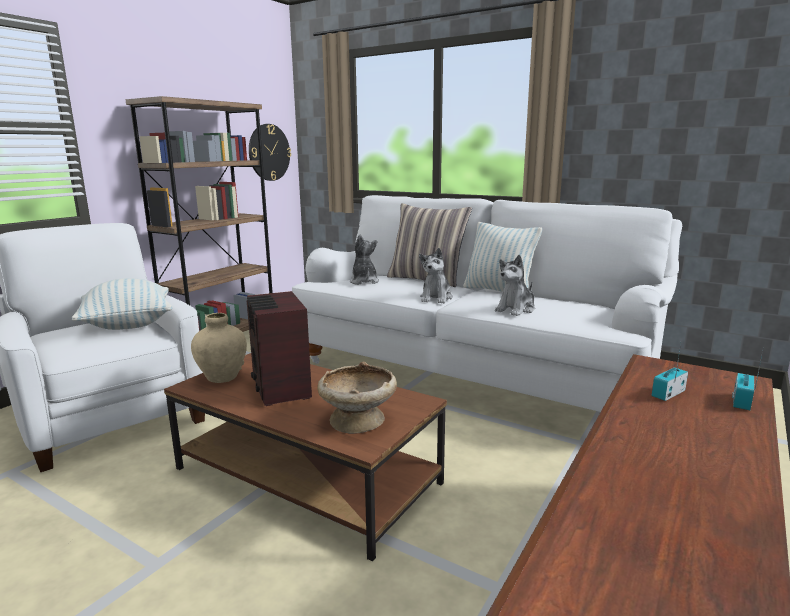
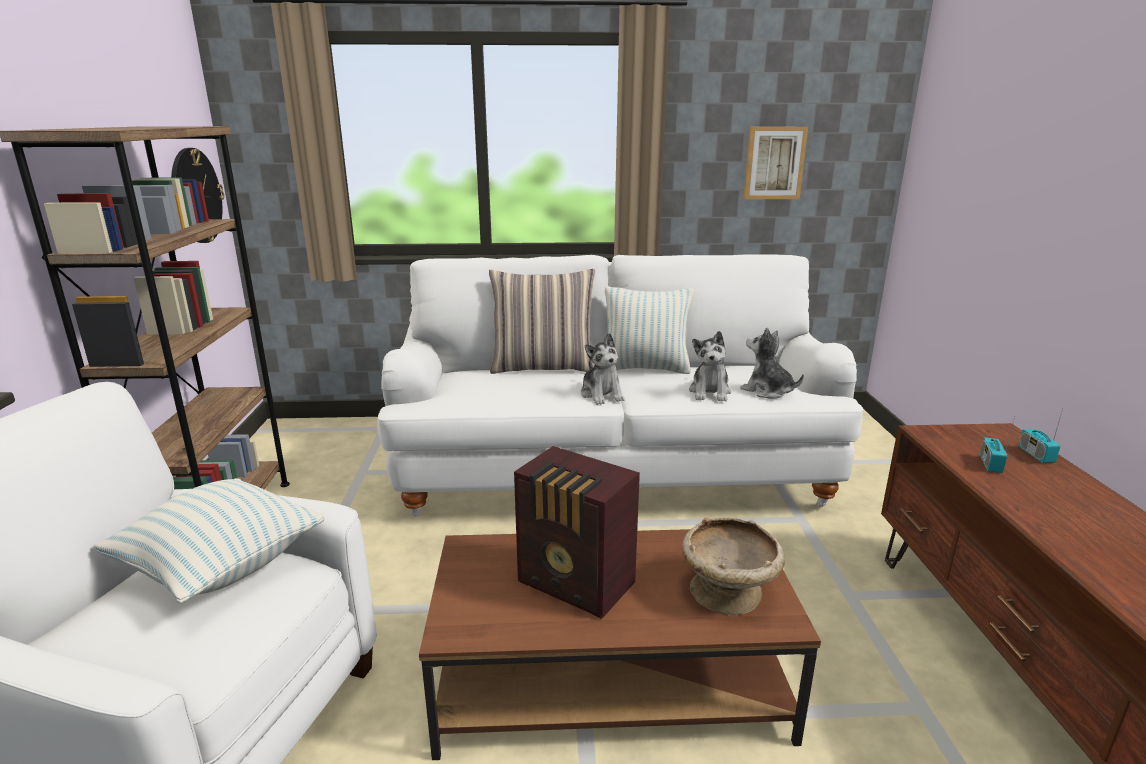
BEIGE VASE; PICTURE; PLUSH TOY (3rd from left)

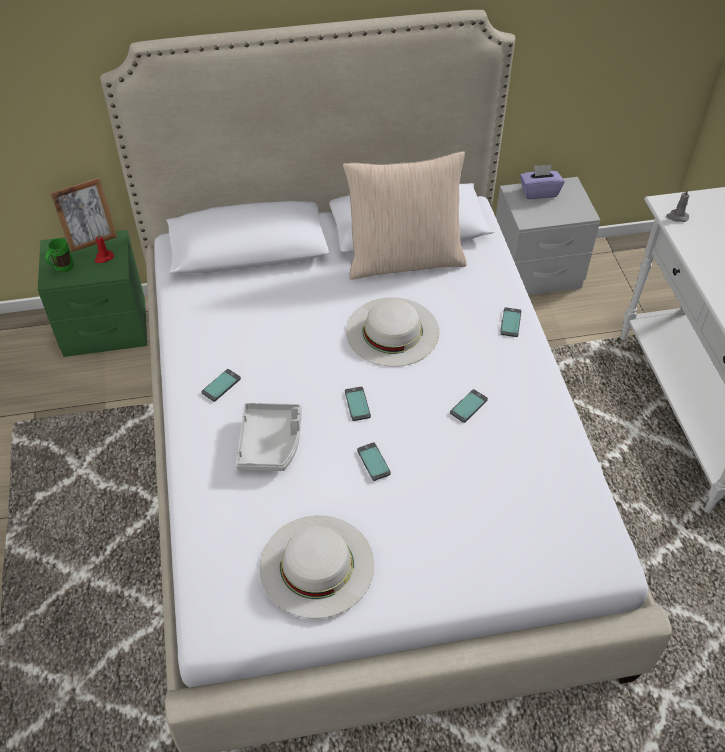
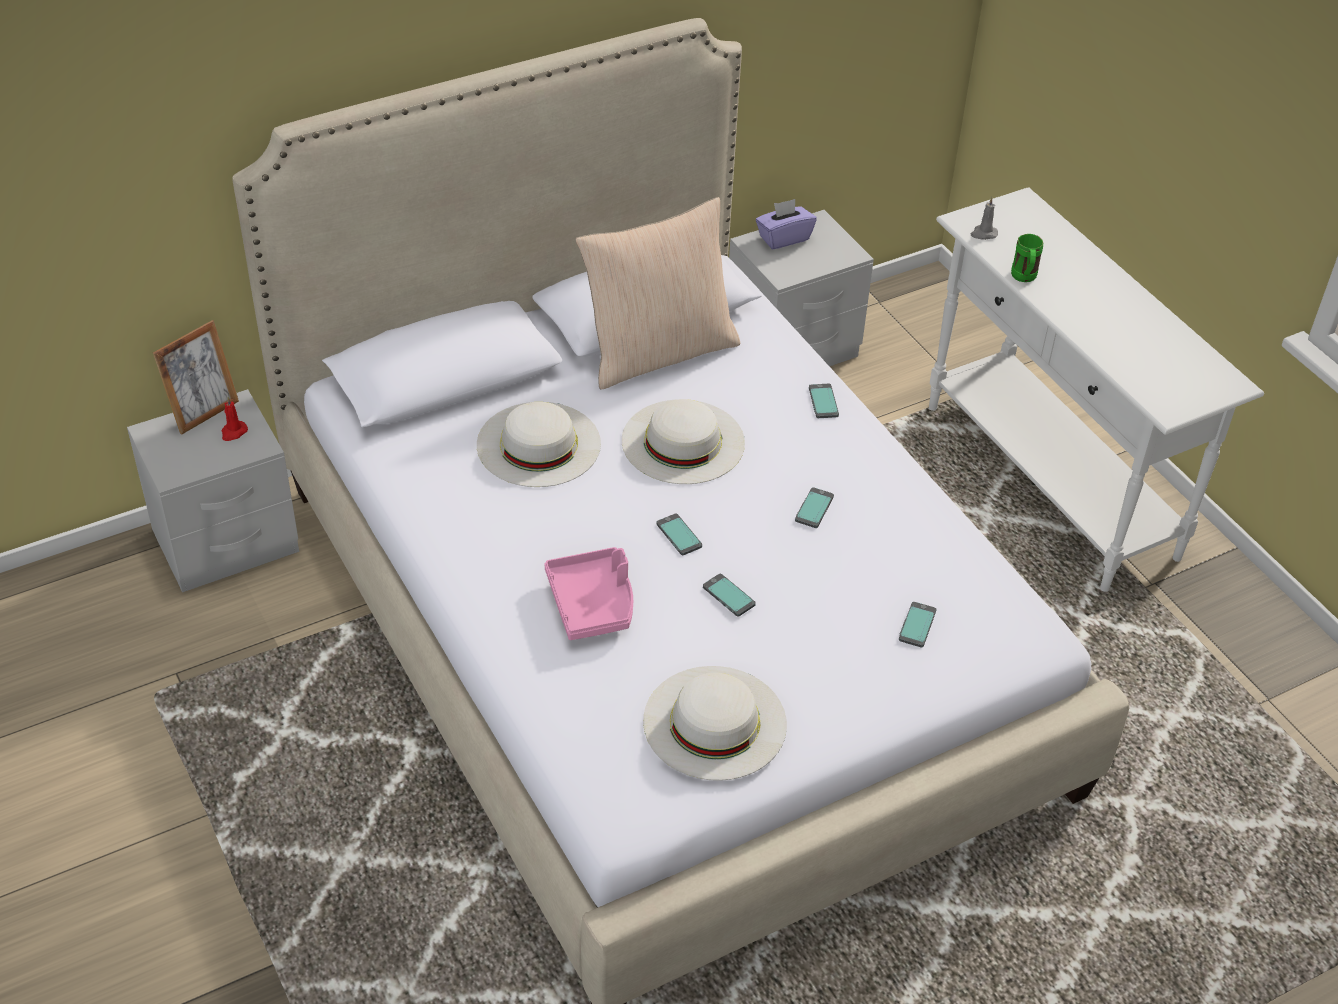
WHITE HAT (1st from left); GREEN MUG; PHONE (5th from left); GREY NIGHTSTAND (1st from left); PINK TRAY

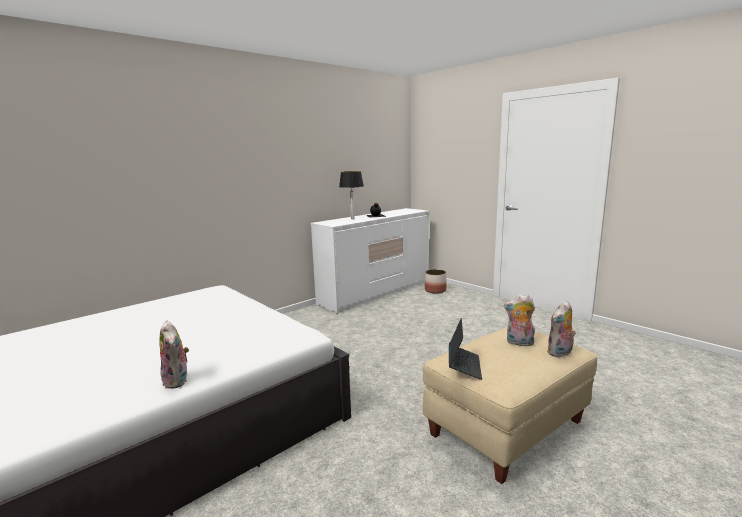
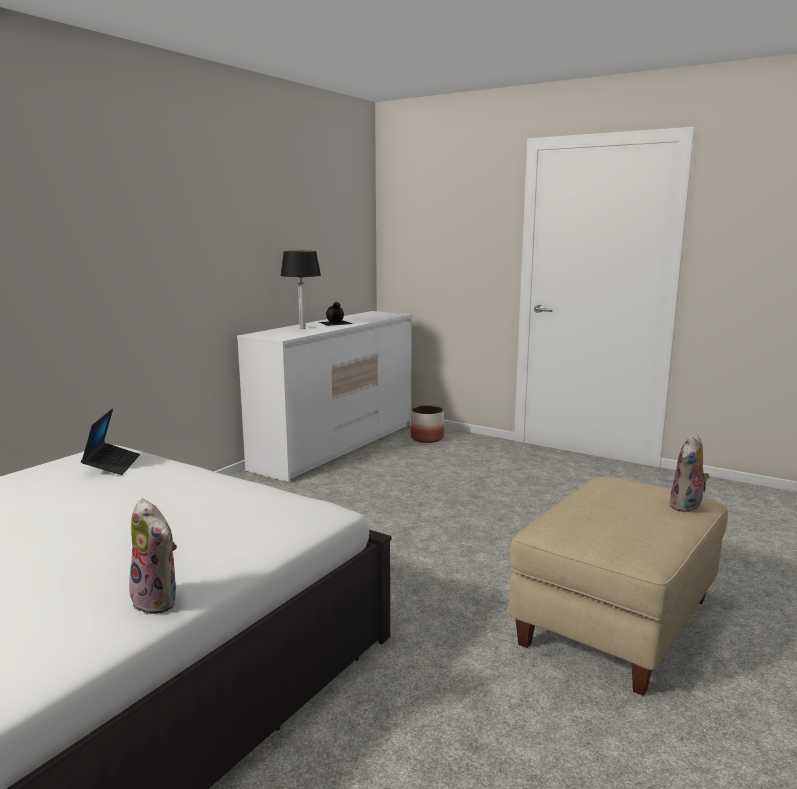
PLUSH TOY (2nd from left in the first image); LAPTOP

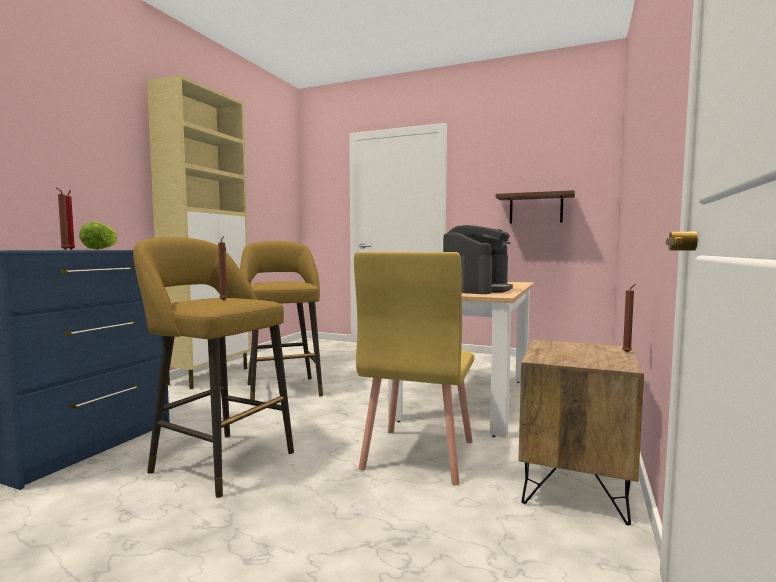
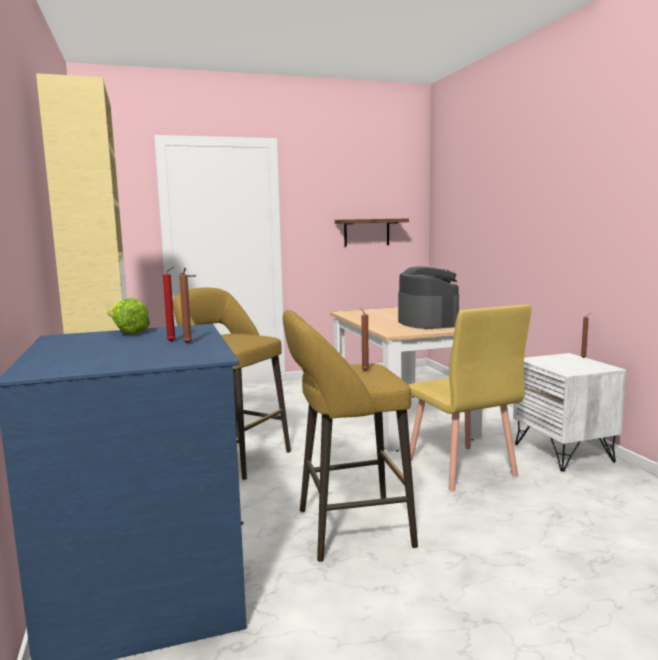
WHITE NIGHTSTAND

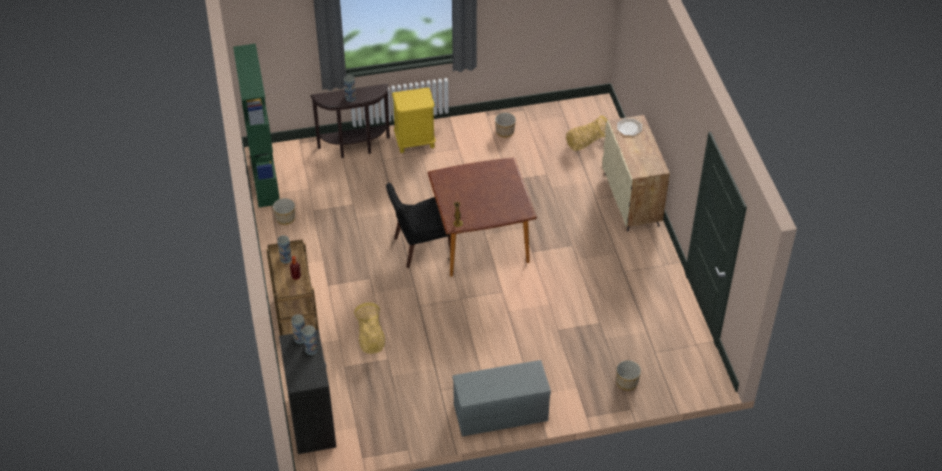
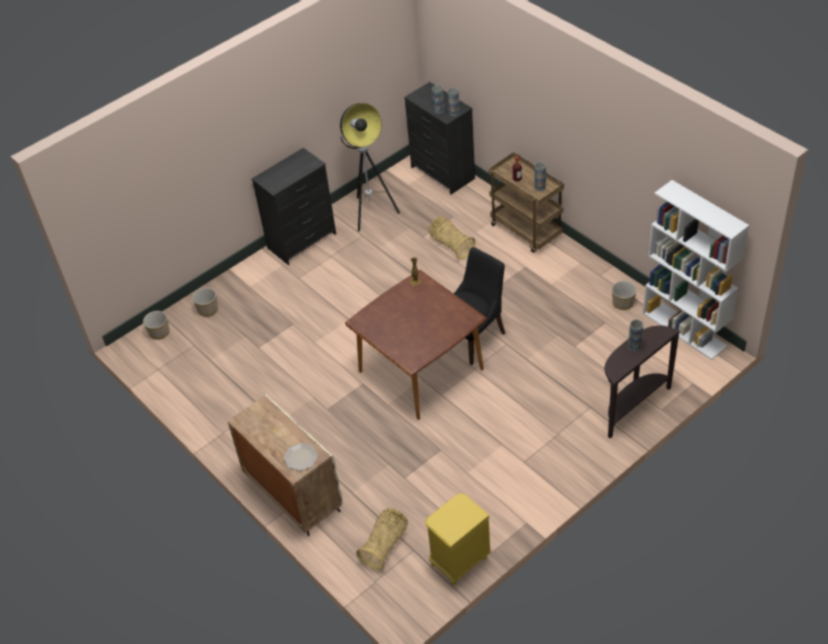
FLOOR LAMP; YELLOW NIGHTSTAND; PLANTER (1st from left); BLACK DRESSER (1st from left); WHITE BOOKCASE

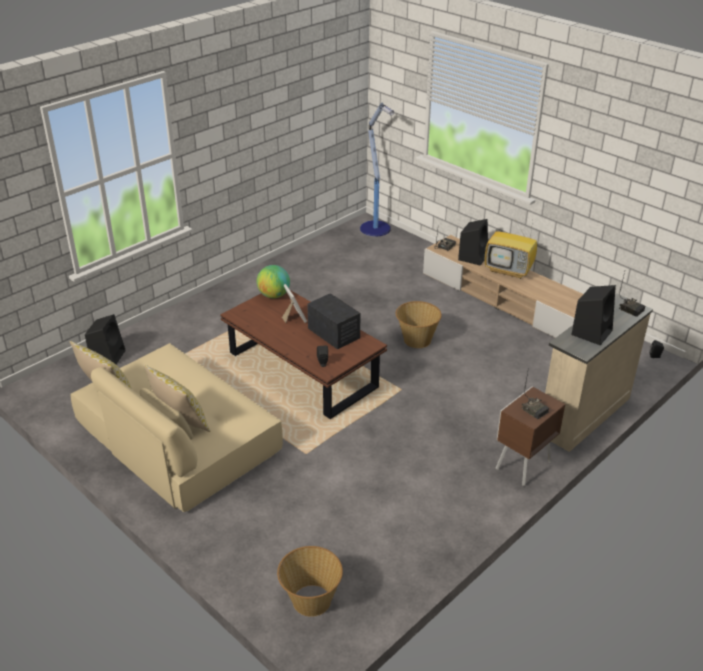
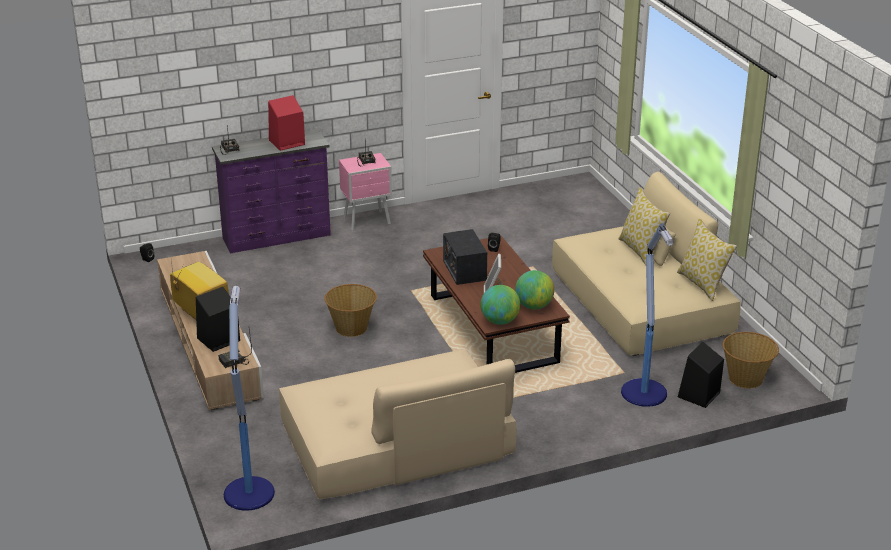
BEIGE SOFA (1st from left); GLOBE (2nd from left); FLOOR LAMP (2nd from left); BASKET (2nd from left); PINK NIGHTSTAND; PURPLE DRESSER; RED SPEAKER

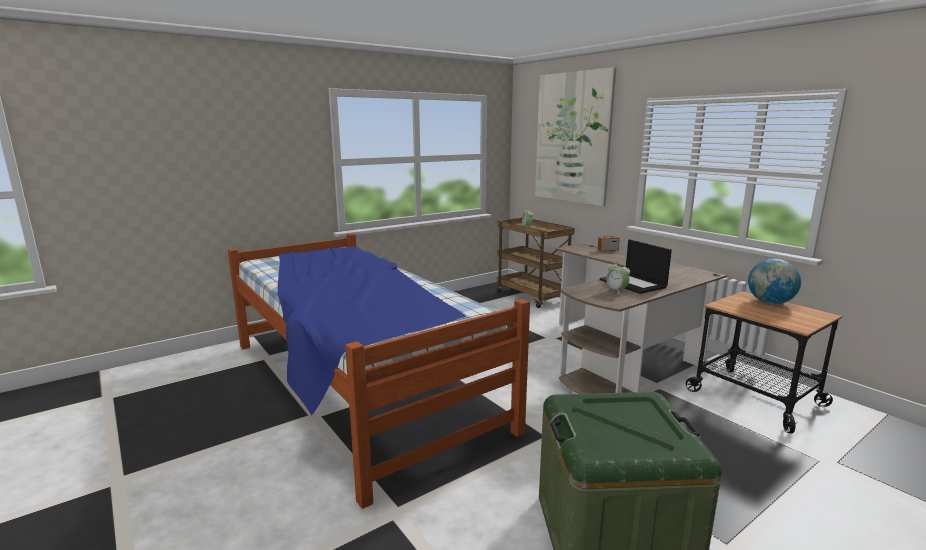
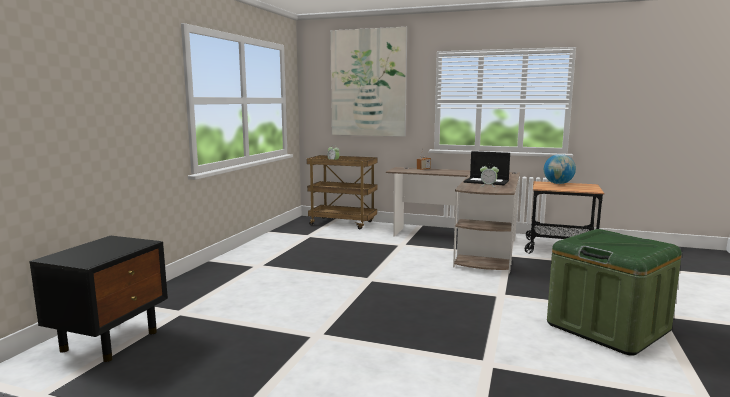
BED; BLACK NIGHTSTAND

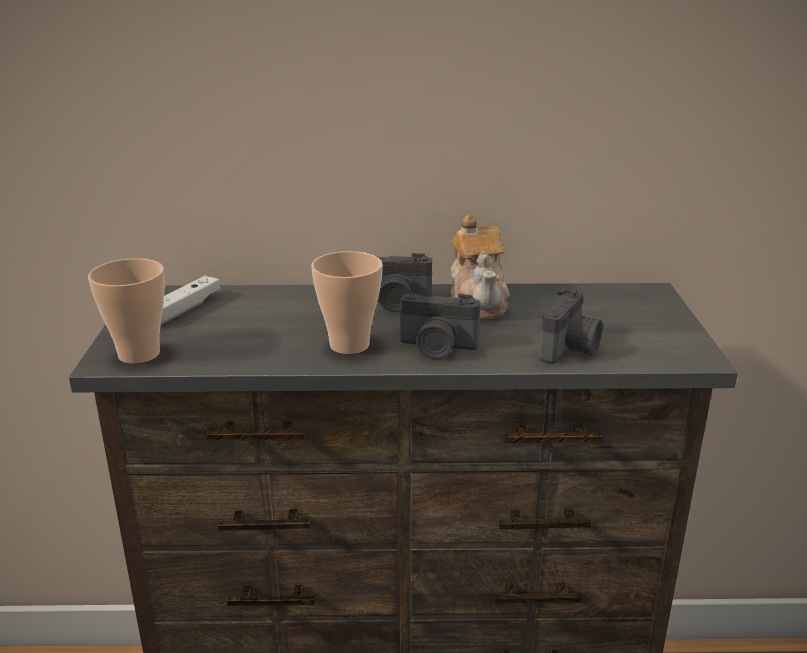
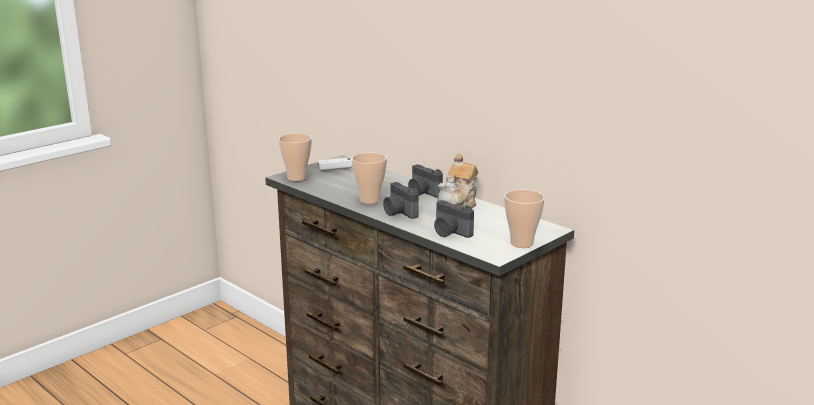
CUP (3rd from left); PHOTO CAMERA (3rd from left)

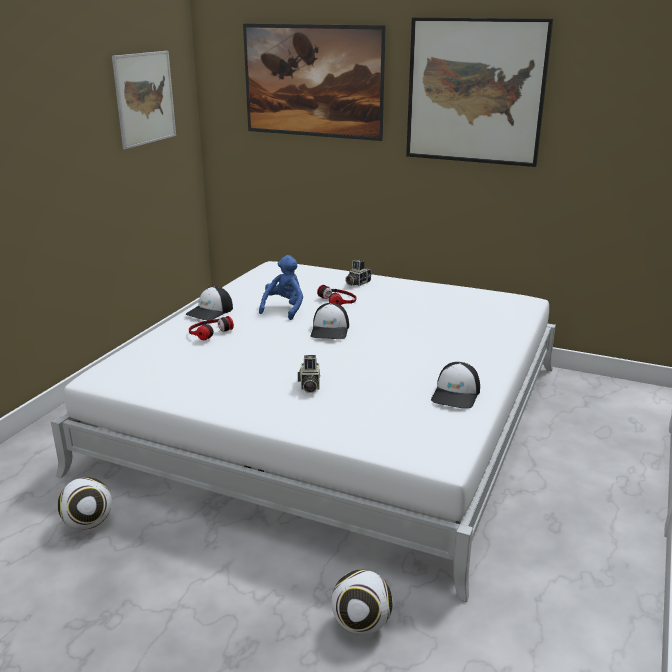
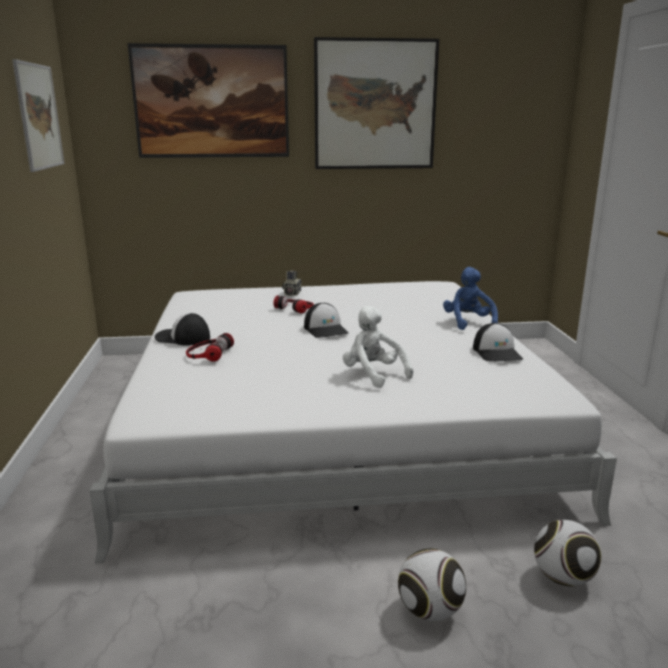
FOOTBALL (1st from left); BLUE PLUSH TOY; WHITE PLUSH TOY; CAP (1st from left)

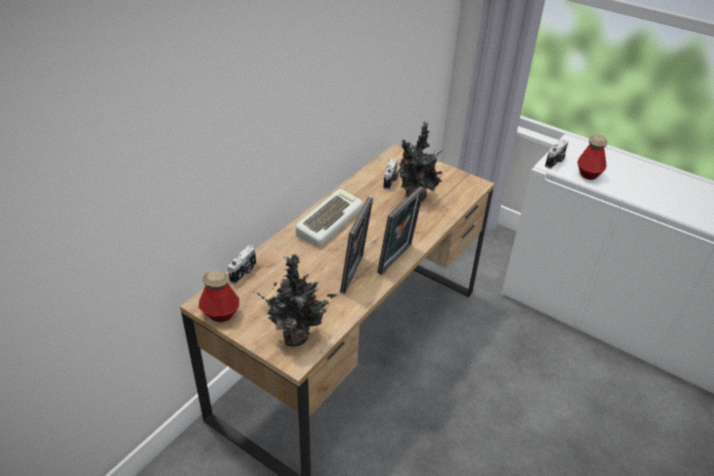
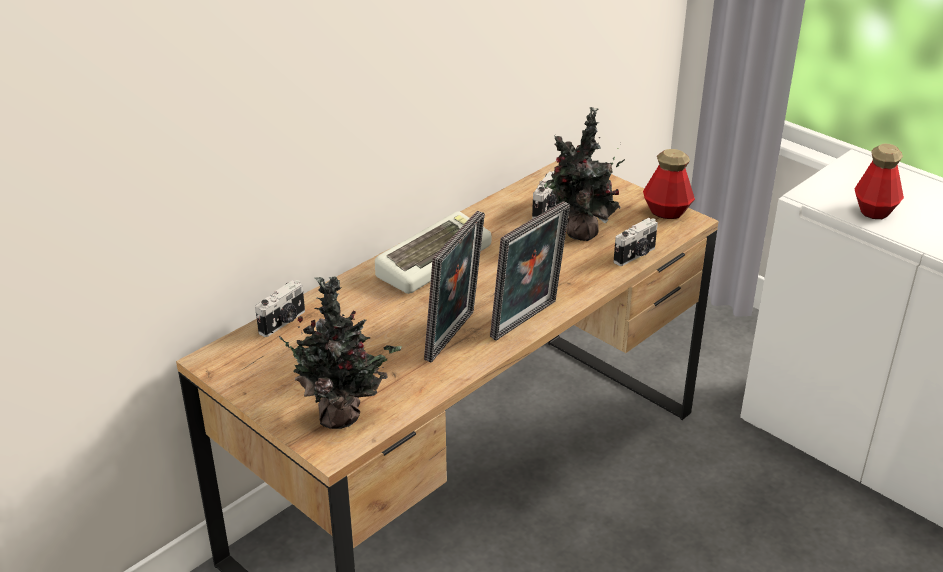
BOTTLE (1st from left); PHOTO CAMERA (3rd from left)

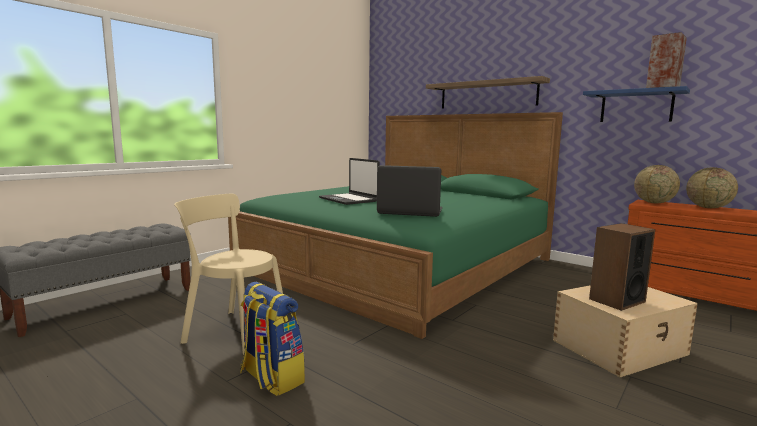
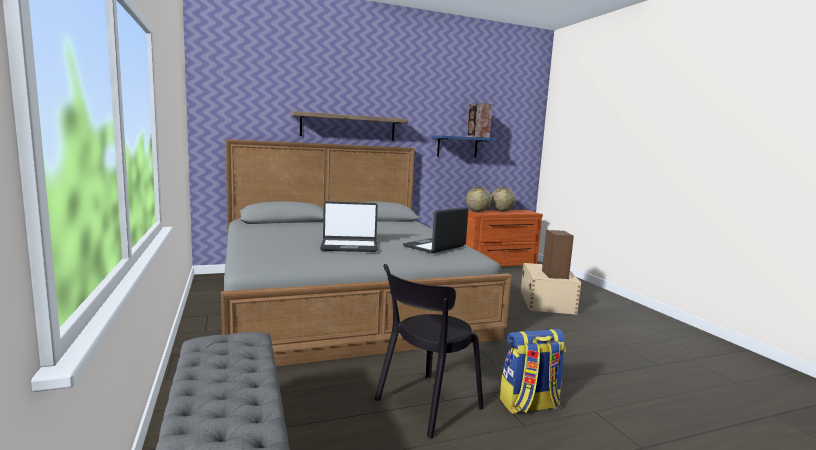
BLACK CHAIR; GREY BED

